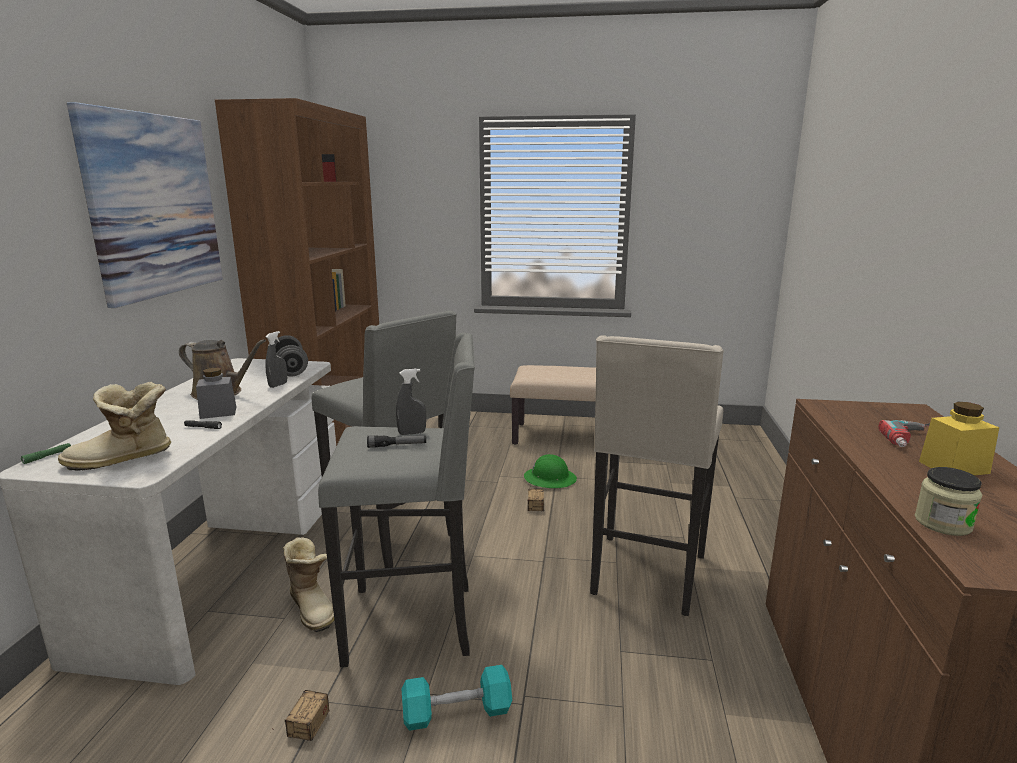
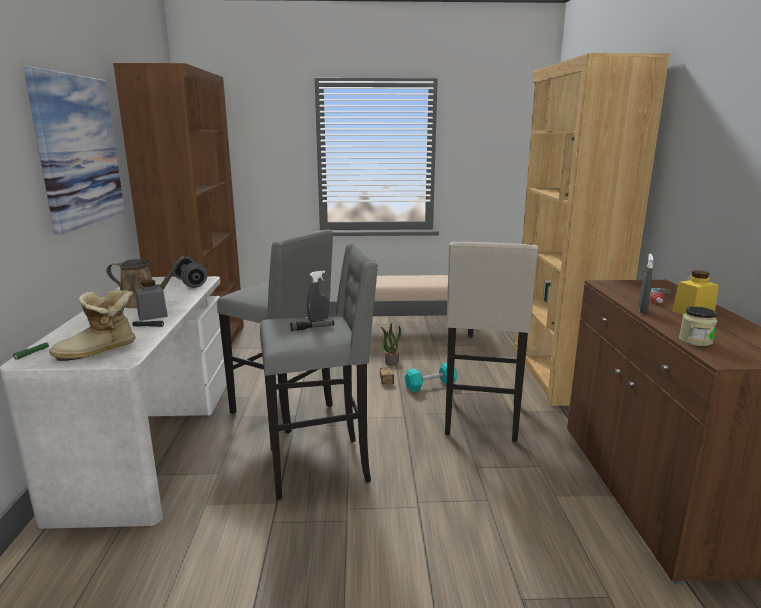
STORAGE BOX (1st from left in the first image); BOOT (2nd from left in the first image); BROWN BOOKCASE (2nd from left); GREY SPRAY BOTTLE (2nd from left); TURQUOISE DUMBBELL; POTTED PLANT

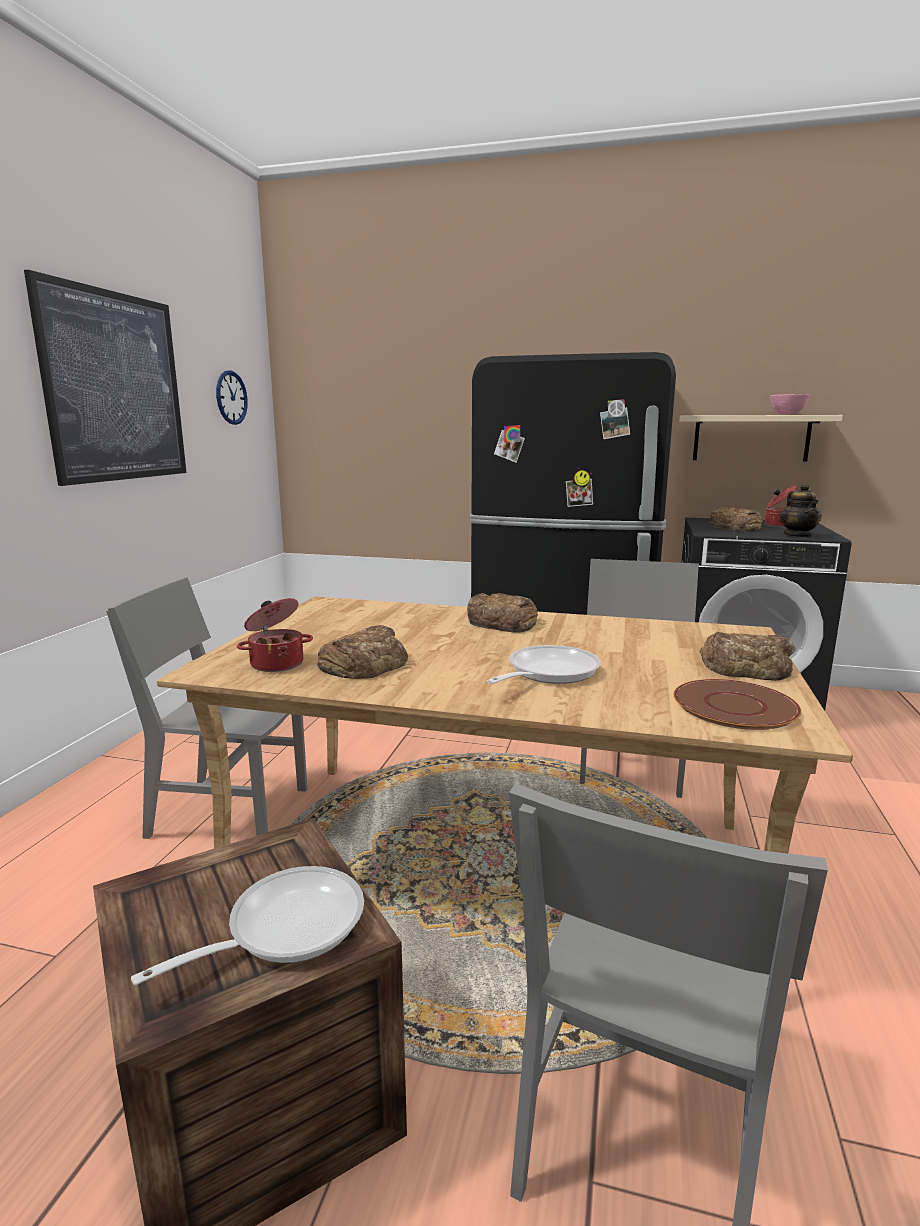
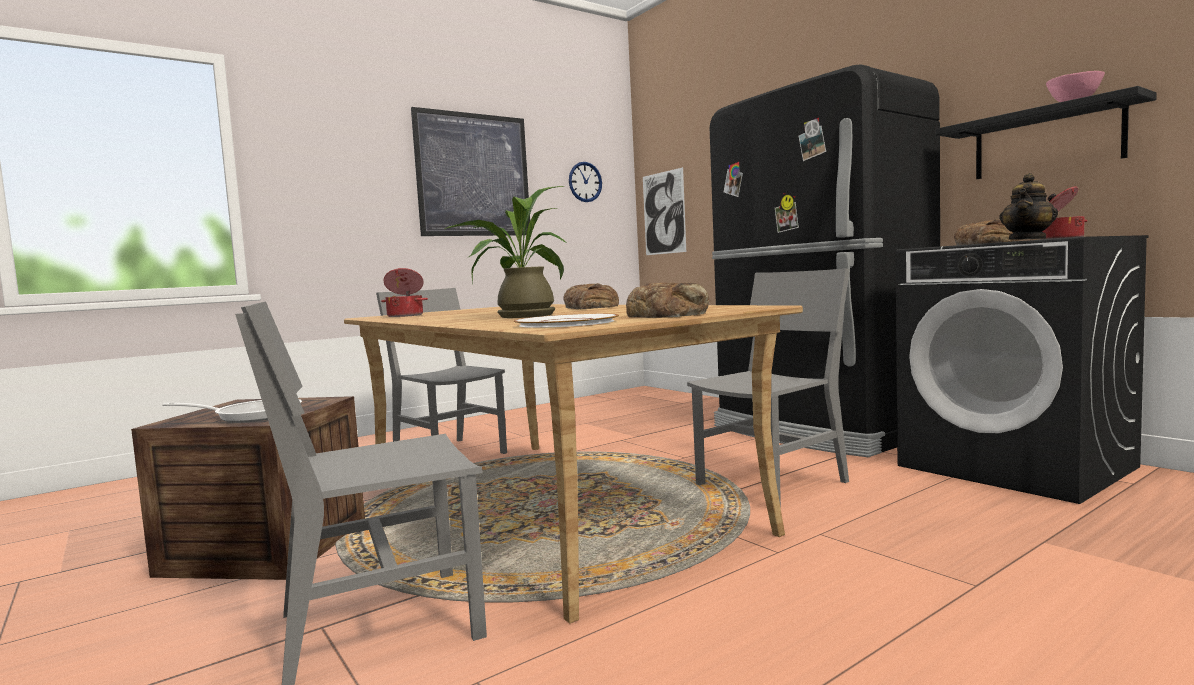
BREAD (1st from left in the first image); PICTURE (2nd from left); POTTED PLANT; WHITE PLATE; BLACK SHELF

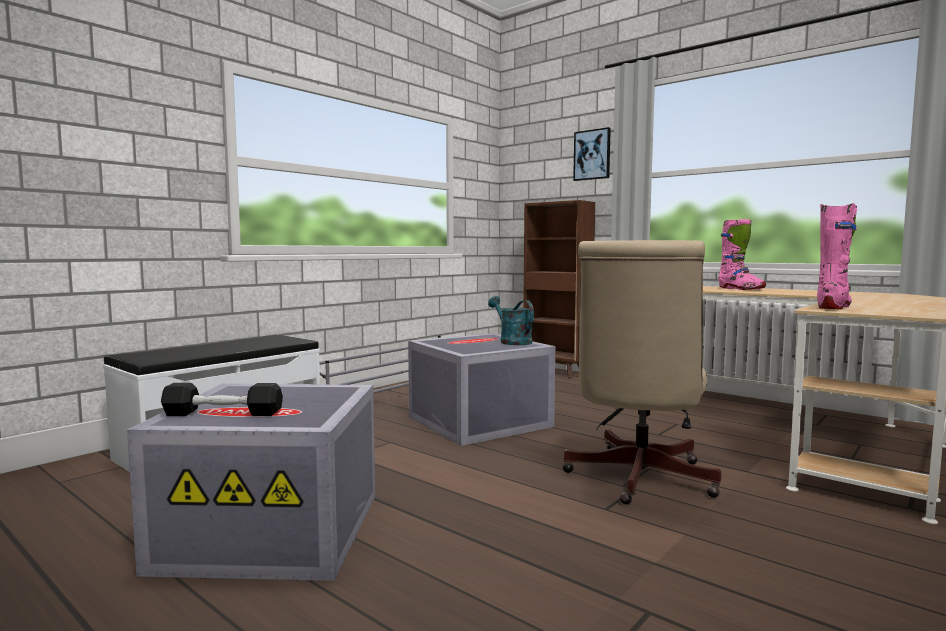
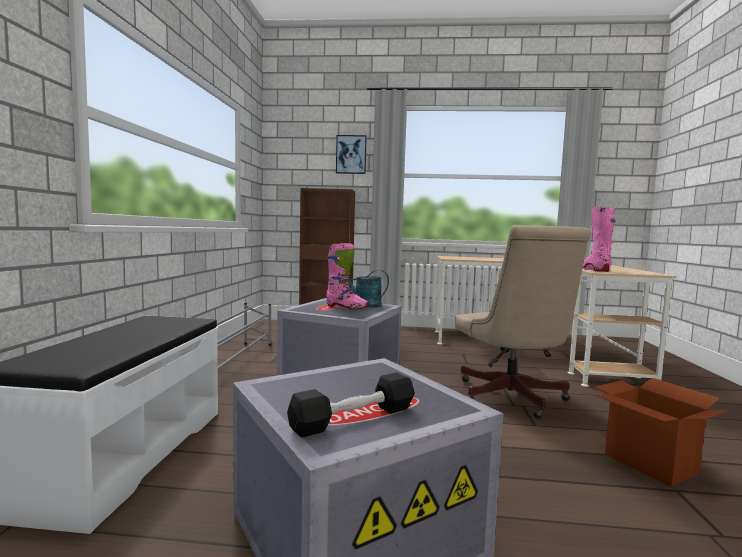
CARDBOARD BOX; PINK BOOT (1st from left)

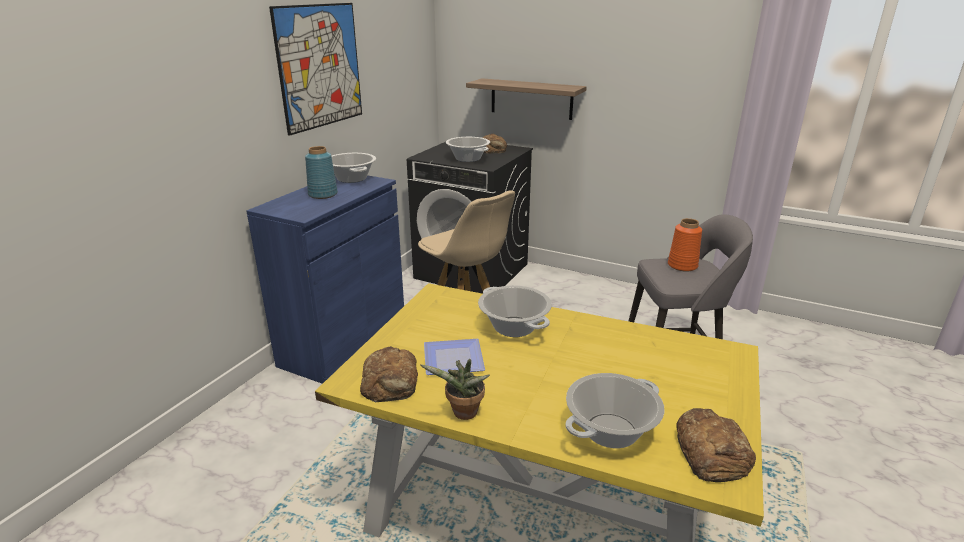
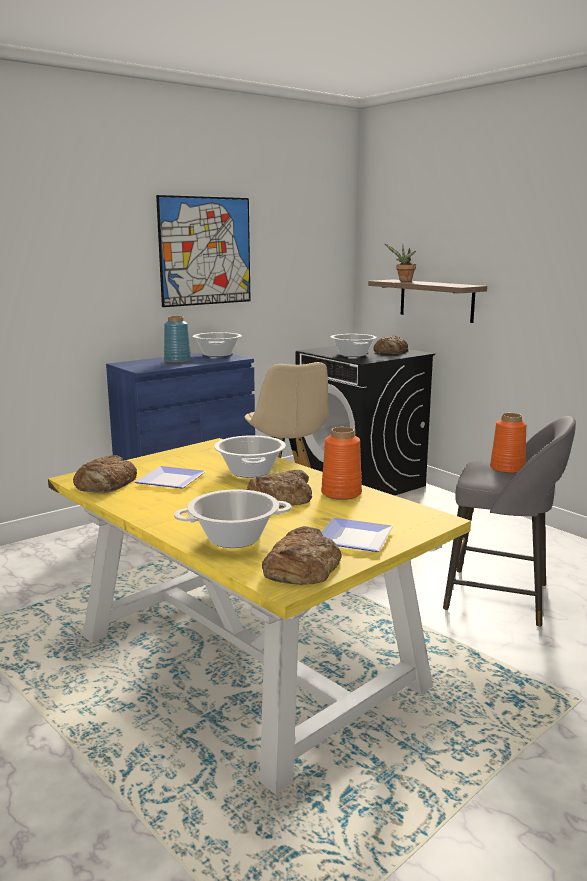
BREAD (2nd from left); ORANGE VASE (1st from left); PLATE (2nd from left); POTTED PLANT

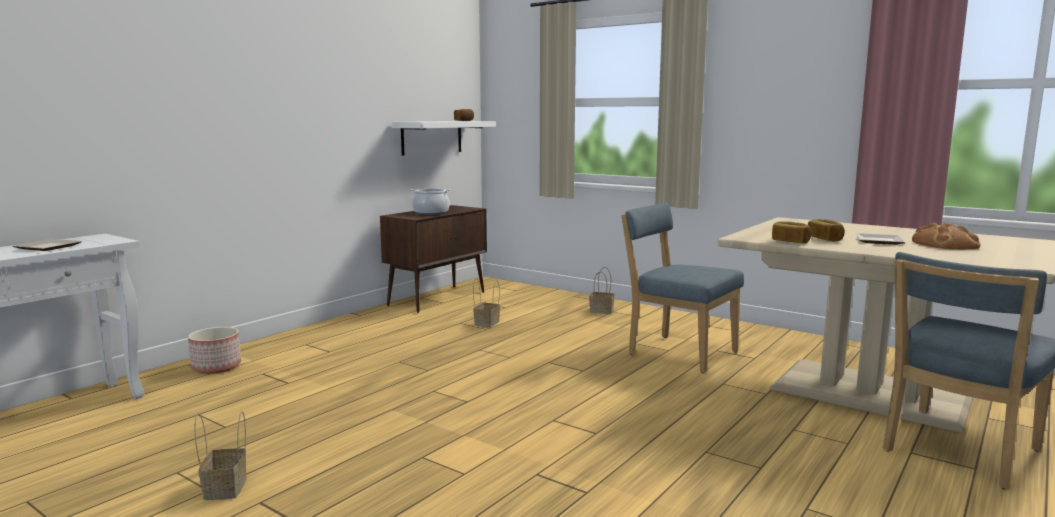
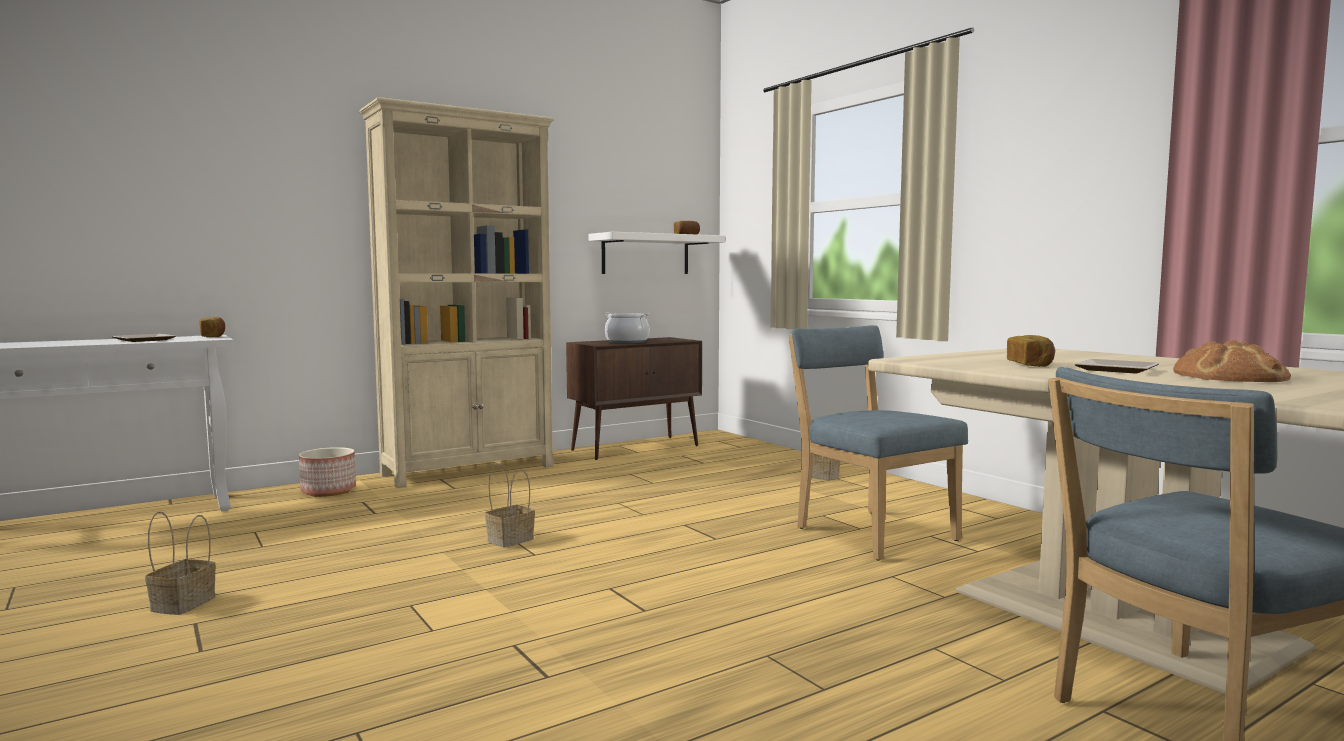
BEIGE BOOKCASE; BASKET (2nd from left); BREAD (1st from left)

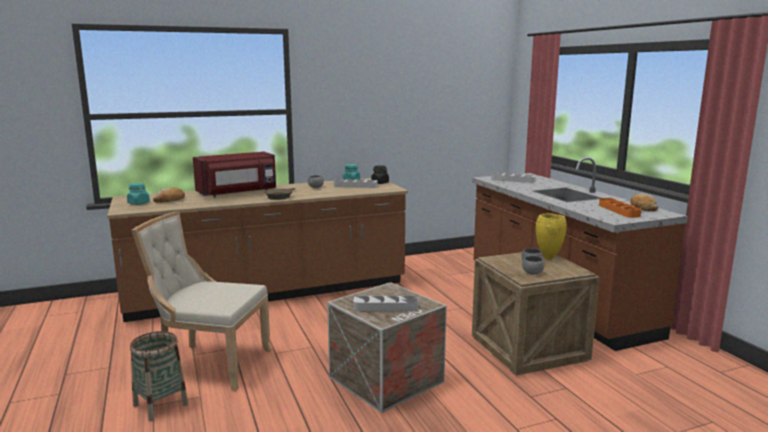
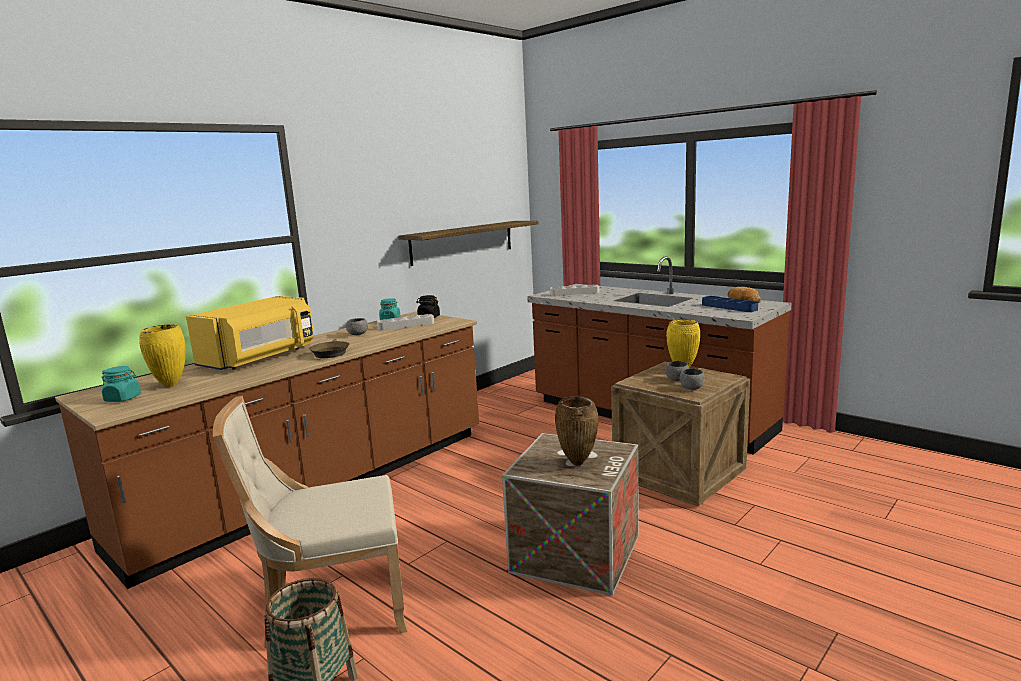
SHELF; YELLOW VASE (1st from left); BROWN VASE; YELLOW MICROWAVE; BLUE TRAY

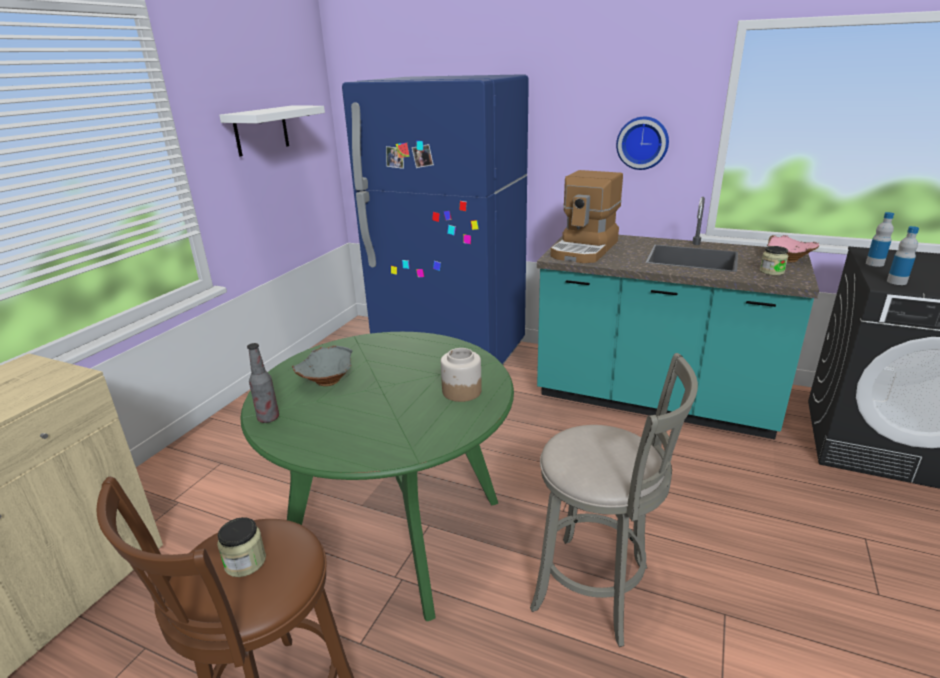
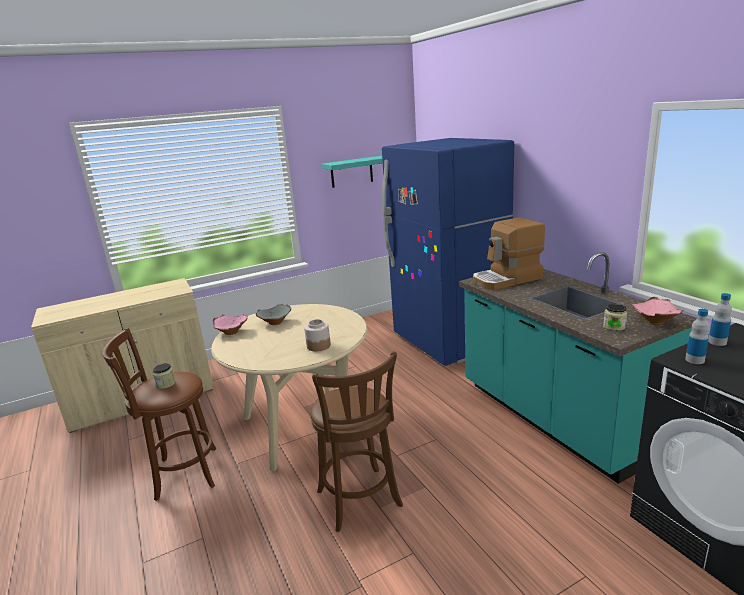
WALL CLOCK; PINK BOWL (1st from left); TURQUOISE SHELF; BEIGE DINING TABLE; BROWN STOOL (2nd from left)

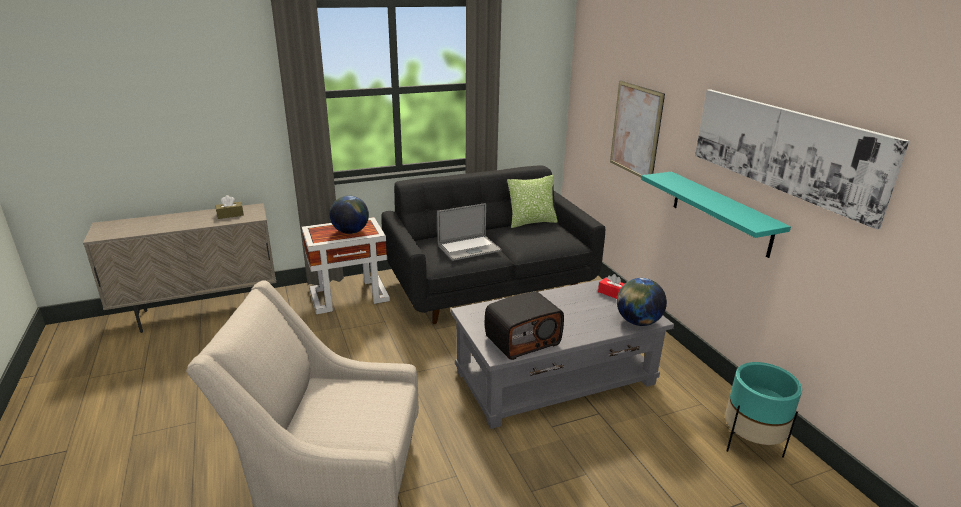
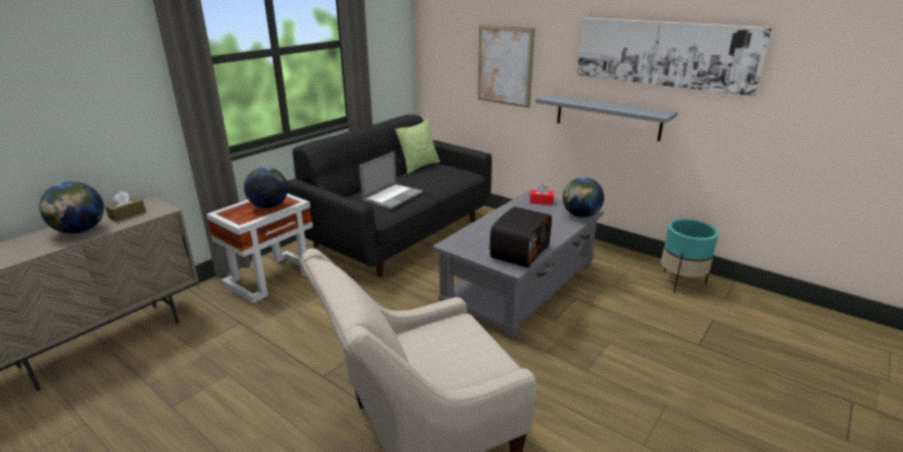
GLOBE (1st from left); GREY SHELF

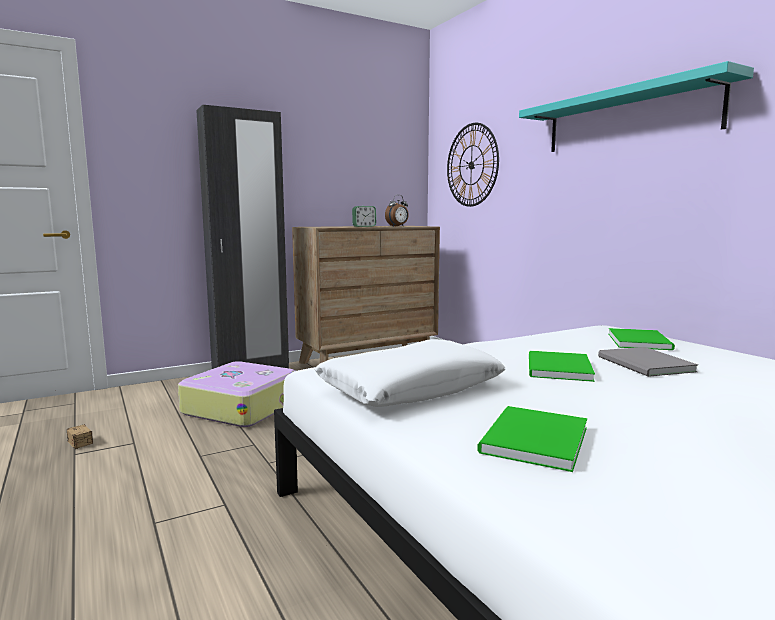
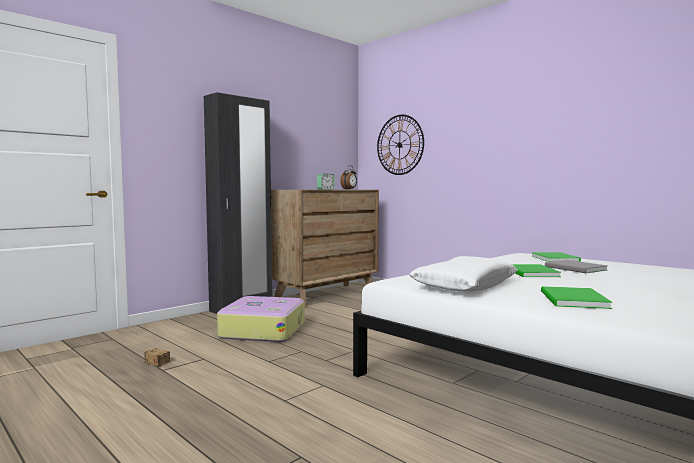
TURQUOISE SHELF

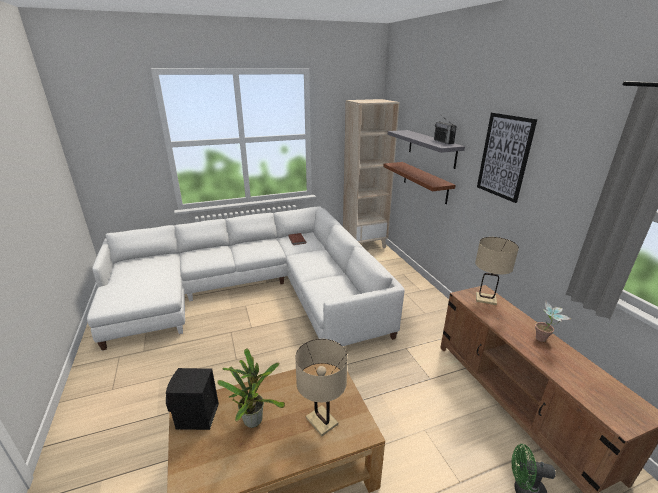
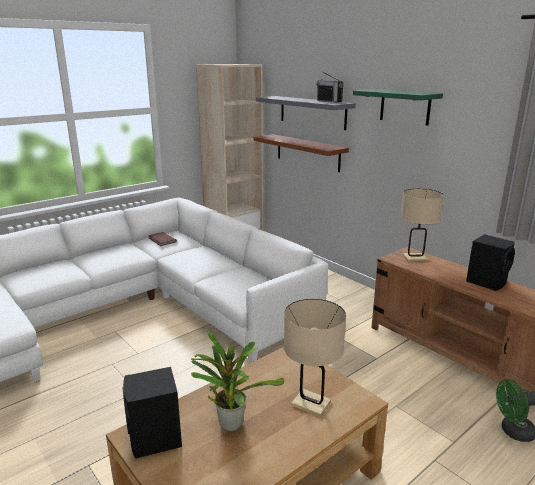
GREEN SHELF; BLACK SPEAKER (2nd from left)

